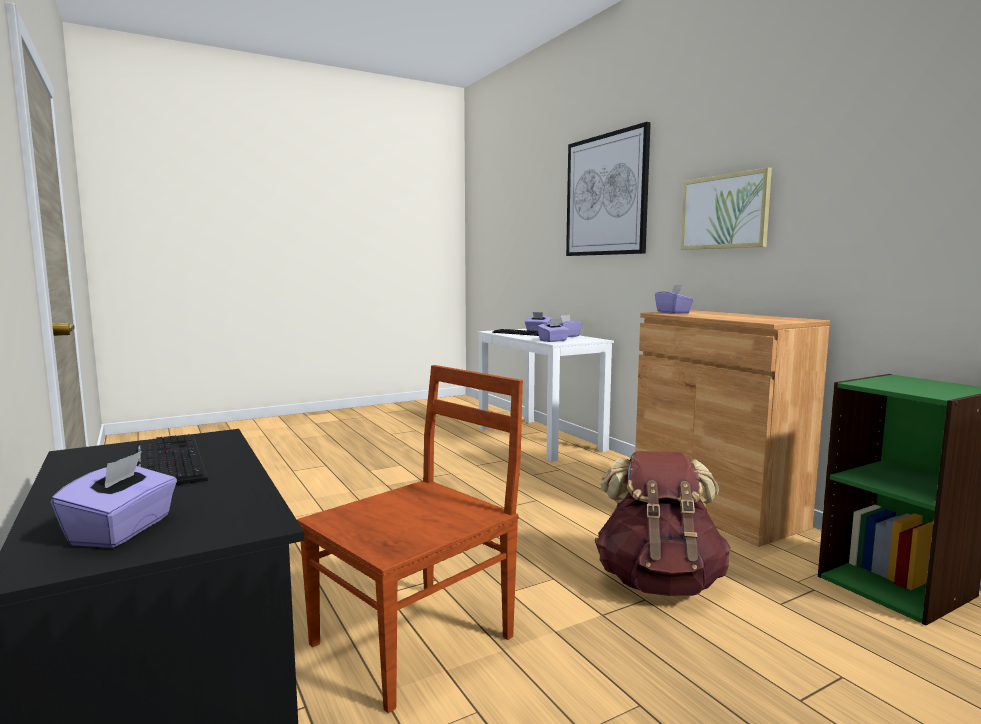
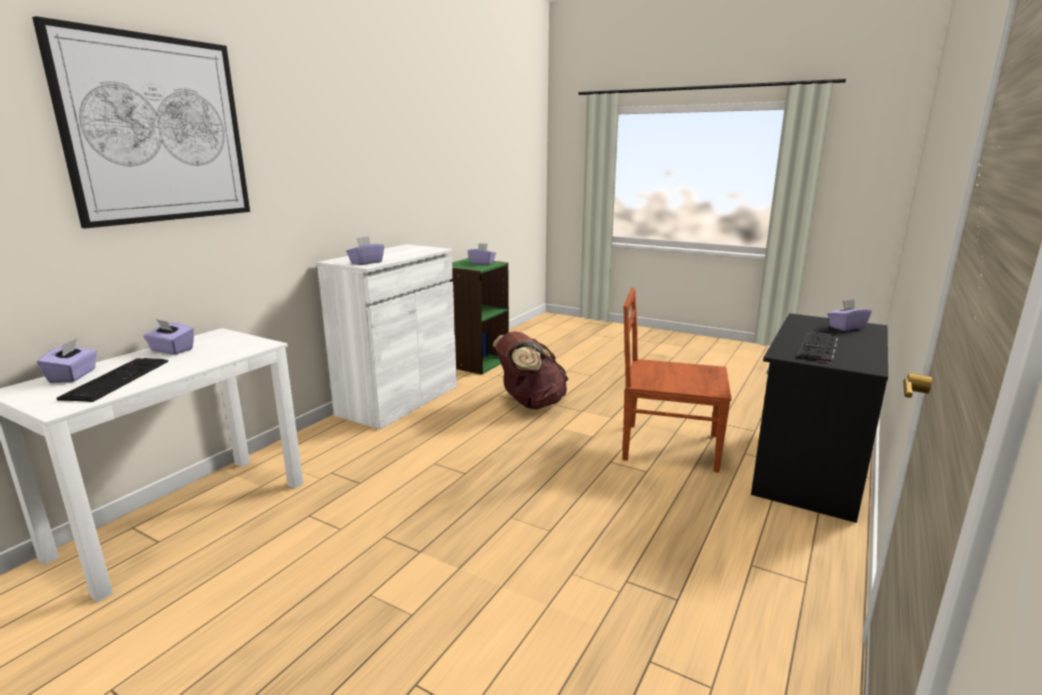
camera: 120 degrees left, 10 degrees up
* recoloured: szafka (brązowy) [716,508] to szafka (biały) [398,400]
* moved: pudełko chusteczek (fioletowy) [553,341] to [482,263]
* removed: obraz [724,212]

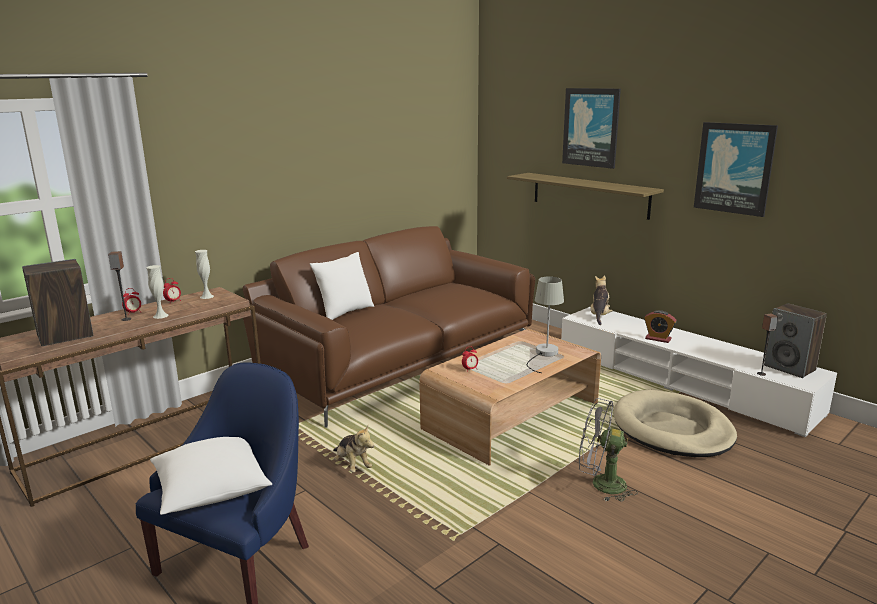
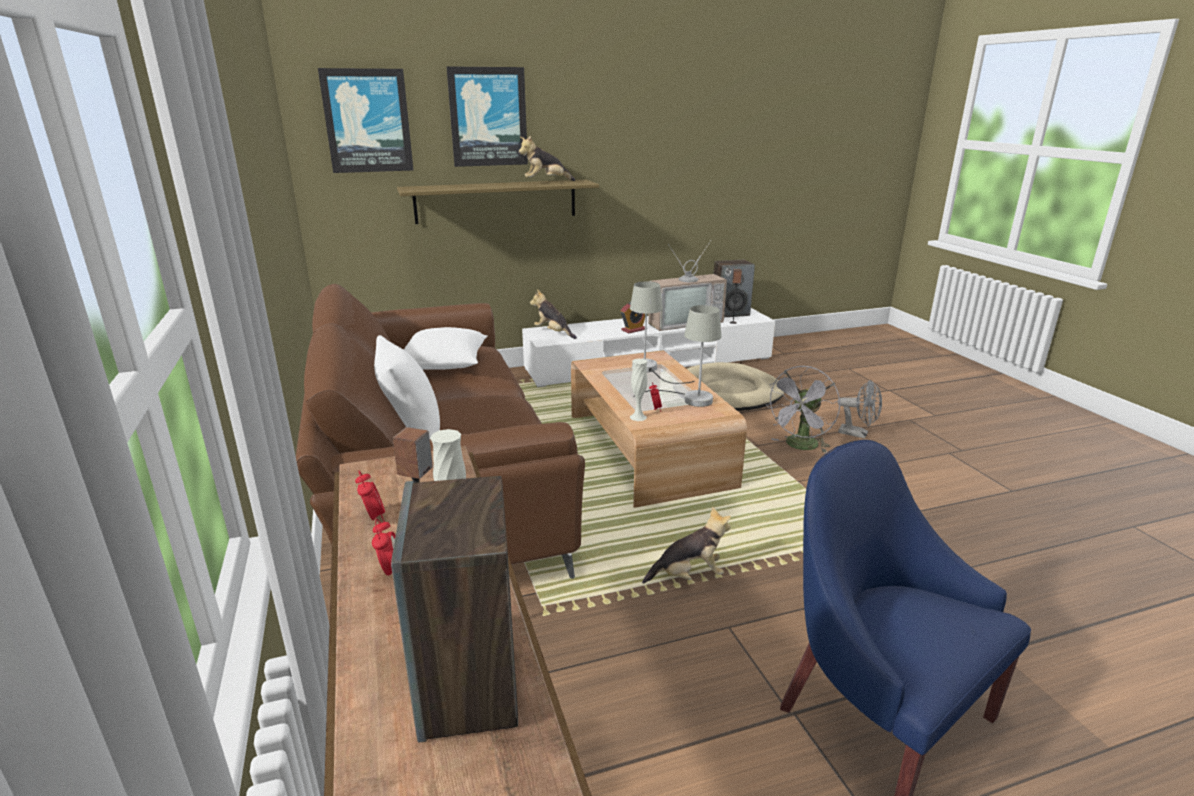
camera: 65 degrees left, 5 degrees up
* moved: obraz [734,168] to [367,121]
* moved: poduszka (biały) [212,491] to [445,365]
* added: pluszak [545,182]
* moved: wazon (biały) [207,296] to [638,417]
* added: lampa stołowa (szary) [689,399]
* added: telewizor [683,321]
* added: wentylator (szary) [858,434]

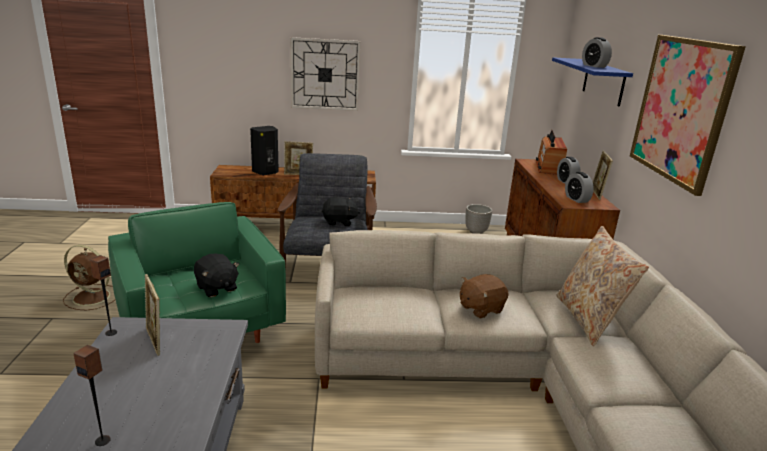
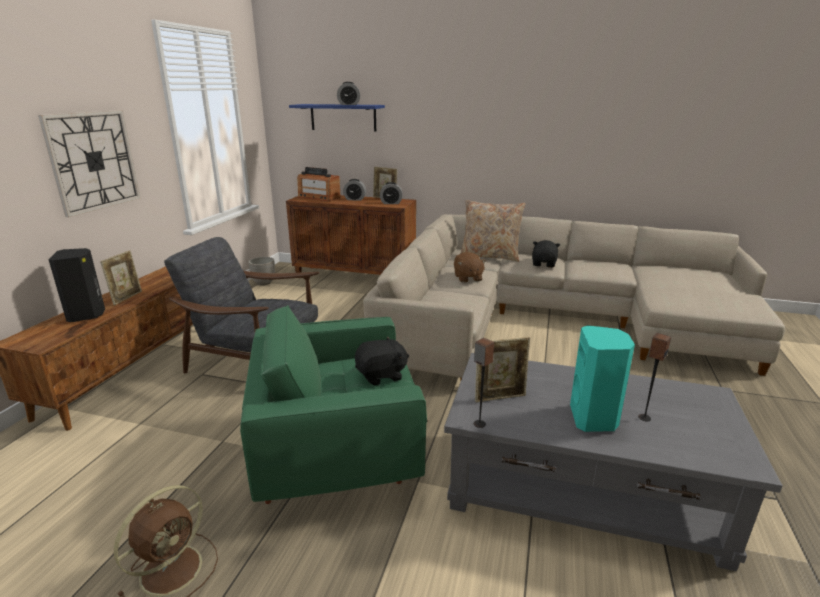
camera: 70 degrees left, 0 degrees up
* moved: pluszak (czarny) [339,222] to [544,264]
* added: głośnik (turkusowy) [594,419]
* removed: obraz [681,110]

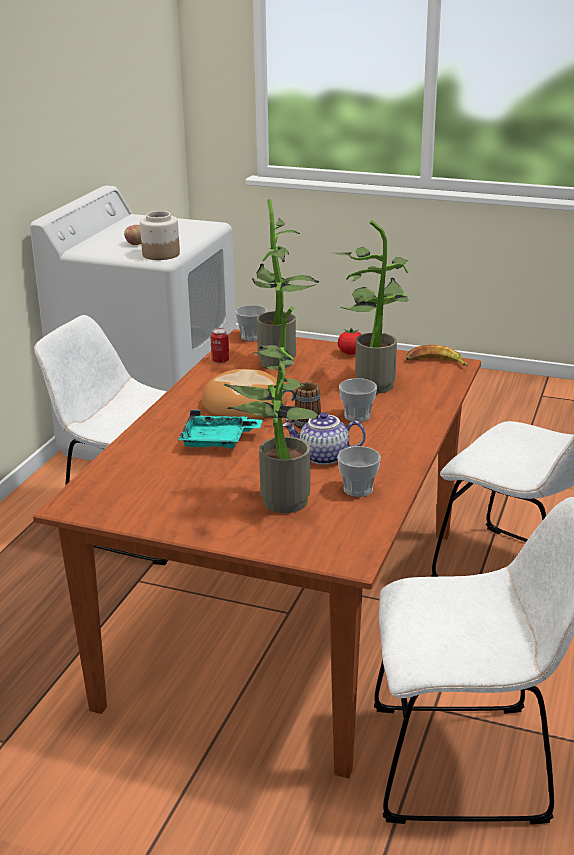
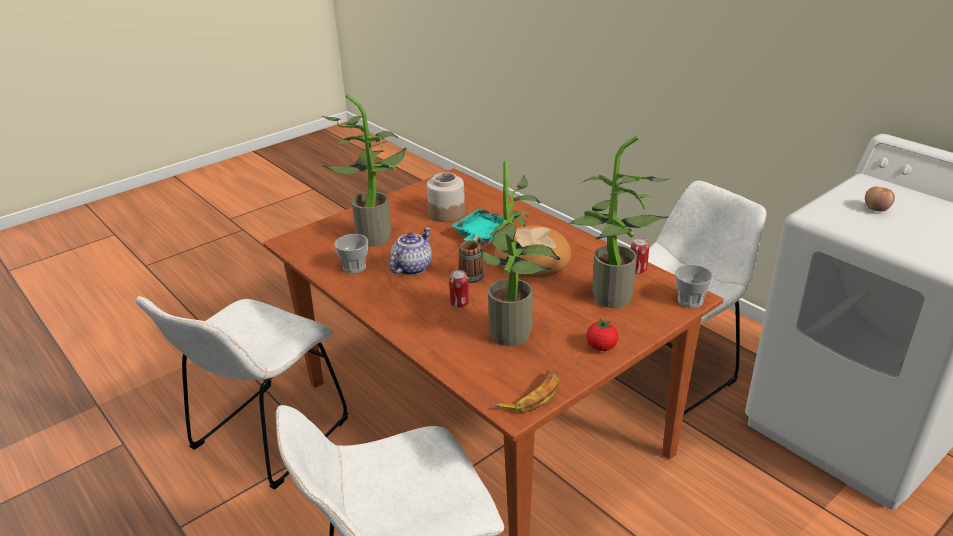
camera: 120 degrees right, 5 degrees up
* moved: słoik [160,254] to [446,213]
* replaced: filiżanka [357,416] to puszka [459,303]

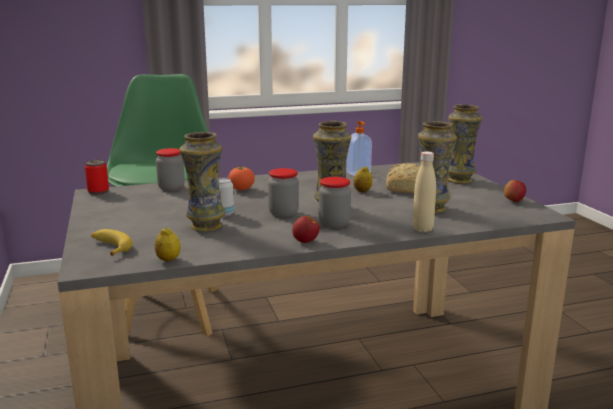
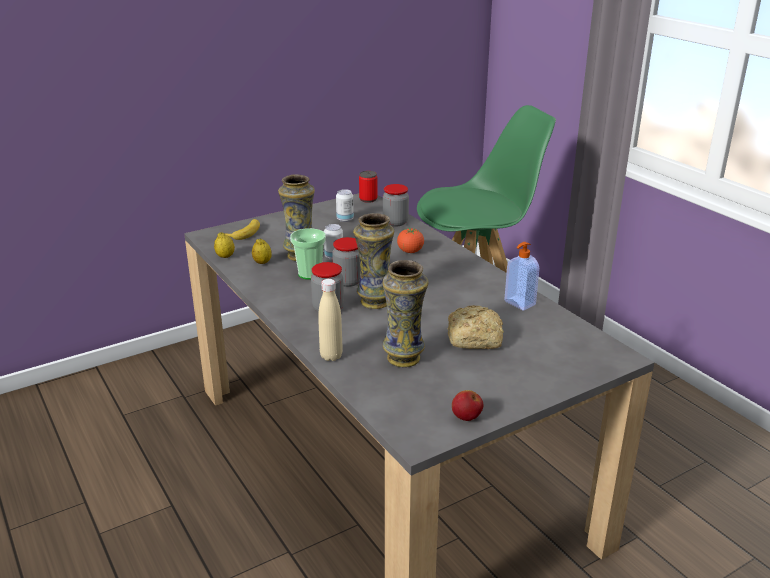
camera: 75 degrees right, 10 degrees up
* moved: cytryna [362,191] to [262,262]
* added: filiżanka [309,274]
* added: puszka [345,219]
* removed: jabłko [305,241]
* removed: wazon [459,180]

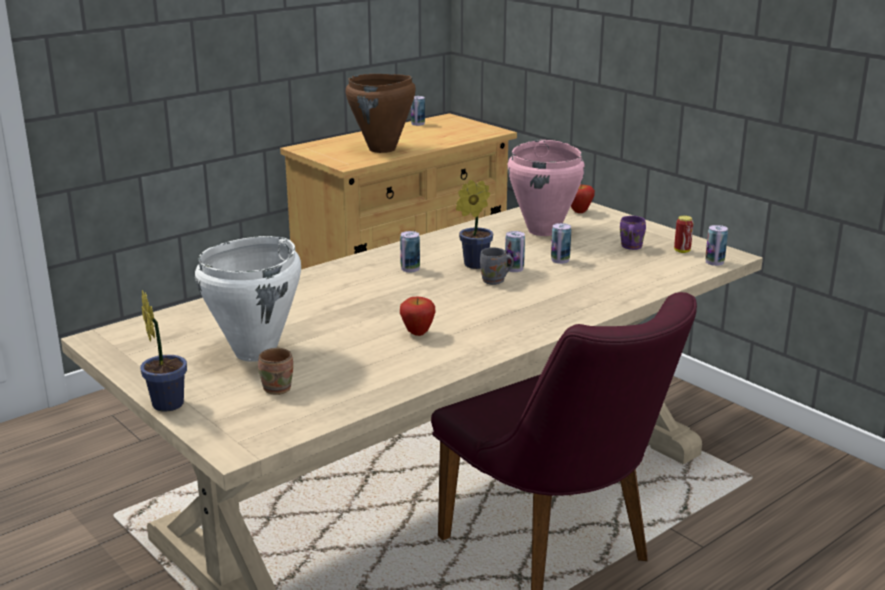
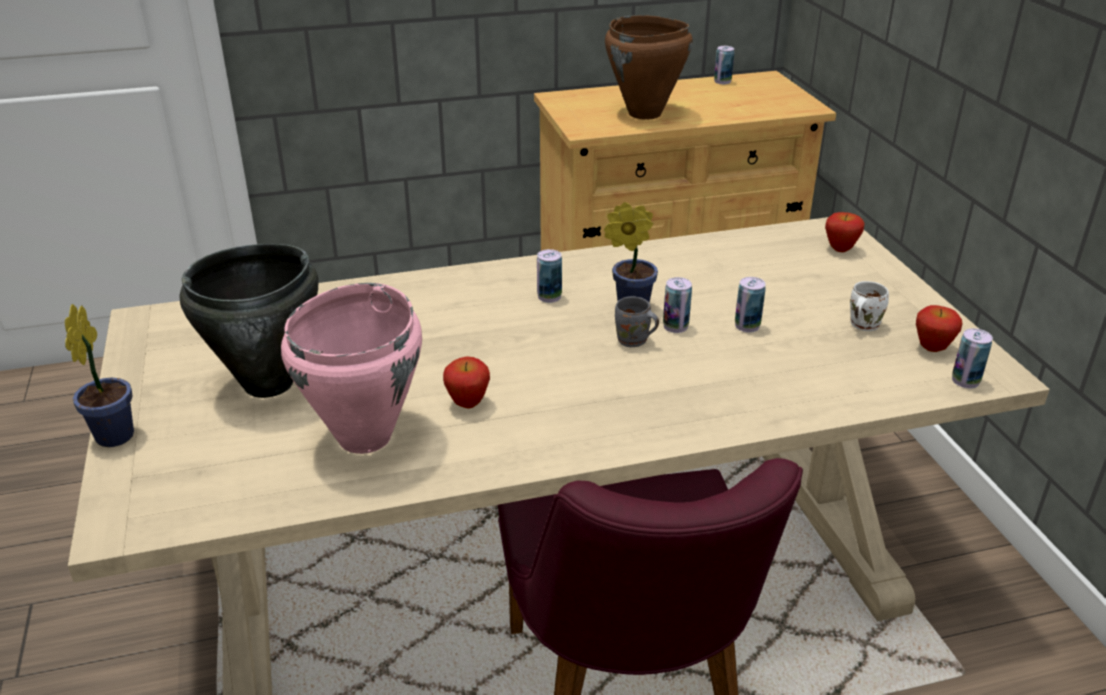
camera: 25 degrees right, 10 degrees up
* recoloured: garnek (biały) [256,352] to garnek (czarny) [269,384]
* moved: garnek (różowy) [544,230] to [366,437]
* recoloured: kubek (fioletowy) [630,247] to kubek (biały) [861,325]
* replaced: puszka [682,251] to jabłko [932,349]
* removed: kubek (brązowy) [279,388]

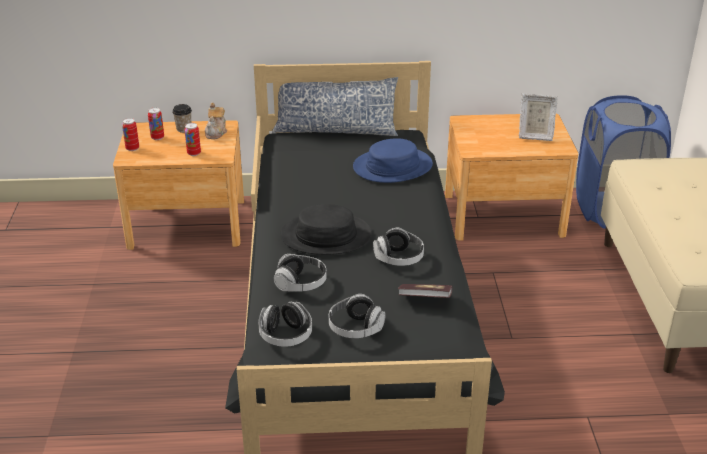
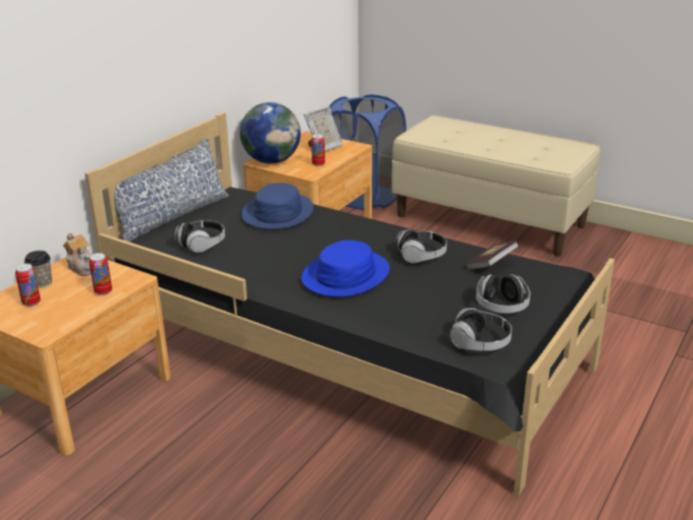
camera: 55 degrees left, 5 degrees down
* moved: słuchawki [301,283] to [202,244]
* added: globus [272,161]
* recoloured: kapelusz (czarny) [326,236] to kapelusz (niebieski) [346,275]
* moved: puszka [132,148] to [318,164]

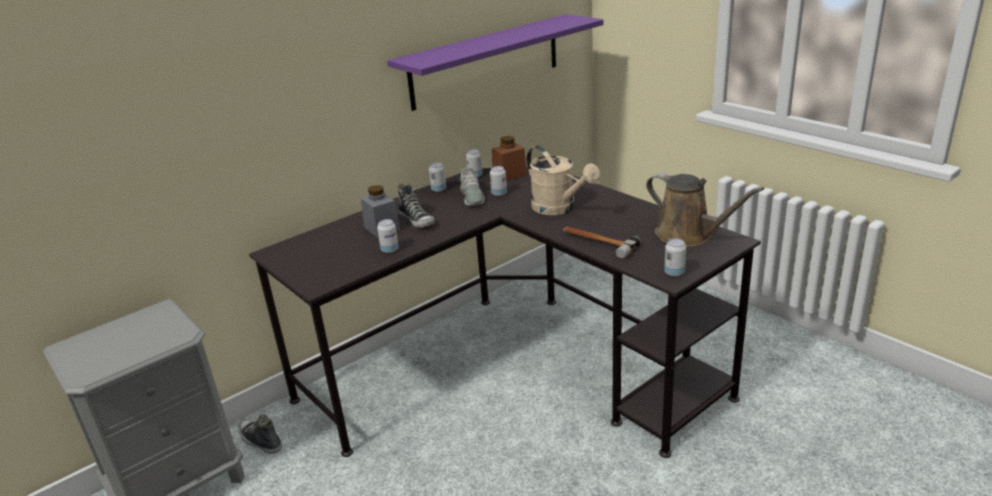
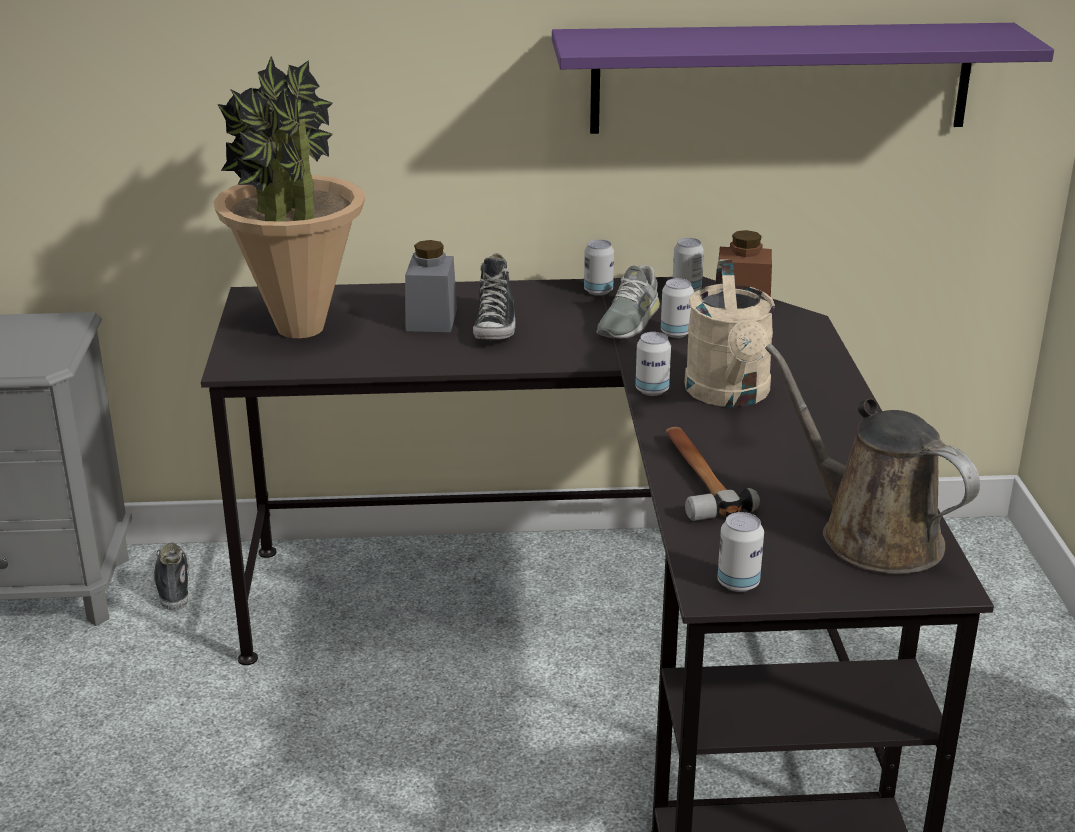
camera: 35 degrees right, 0 degrees up
* added: roślina doniczkowa [300,329]
* moved: puszka [389,250] to [652,390]
* turned: konewka (brązowy) [688,235] = [871,535] 150 degrees clockwise

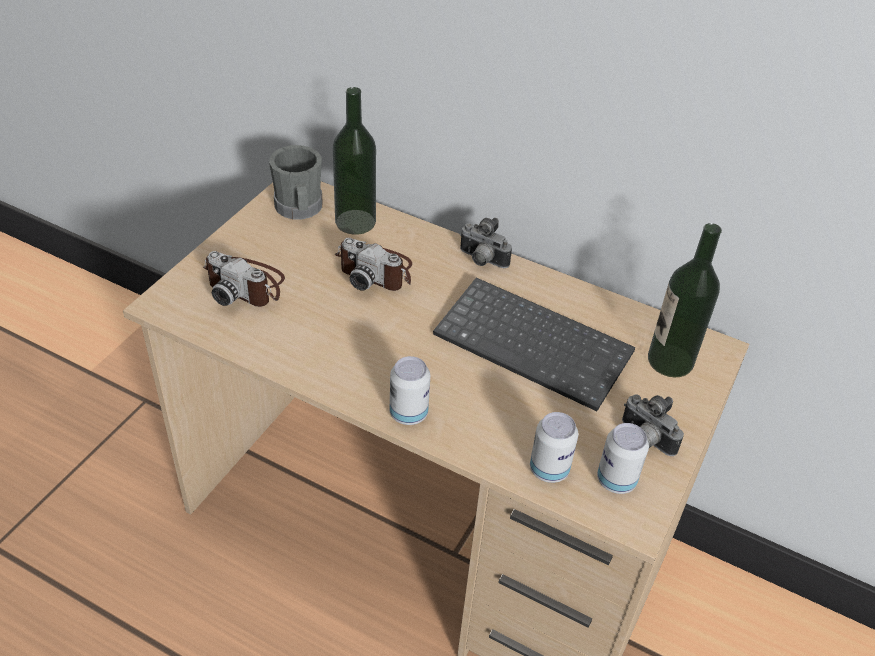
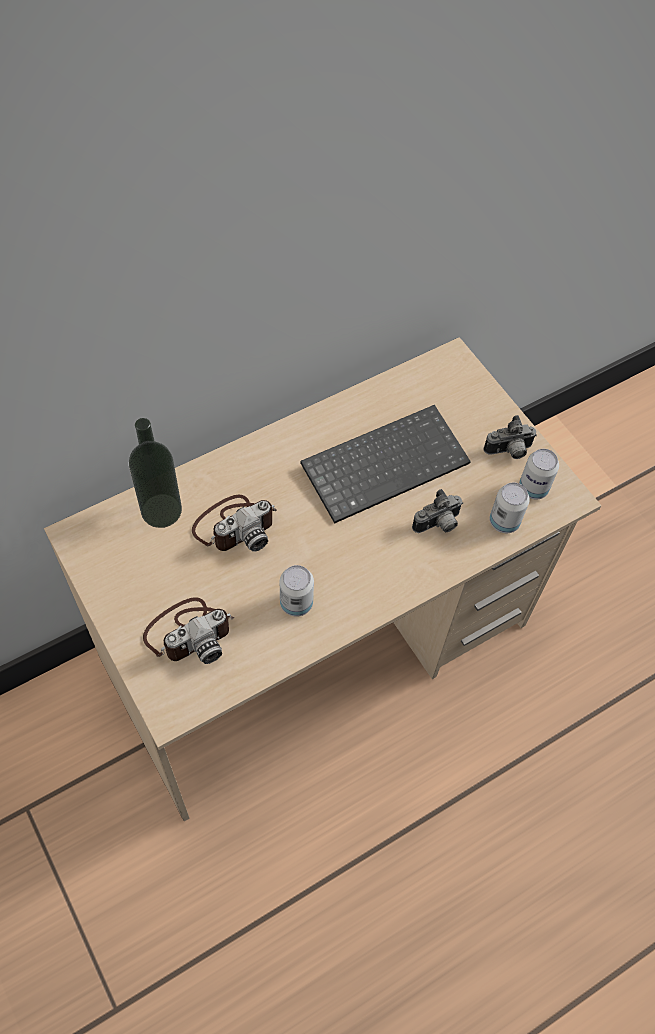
camera: 60 degrees left, 15 degrees up
* moved: puszka [408,413] to [296,603]
* moved: aparat fotograficzny [481,261] to [438,525]
* removed: kubek (szary) [299,209]
* removed: butelka [670,360]

